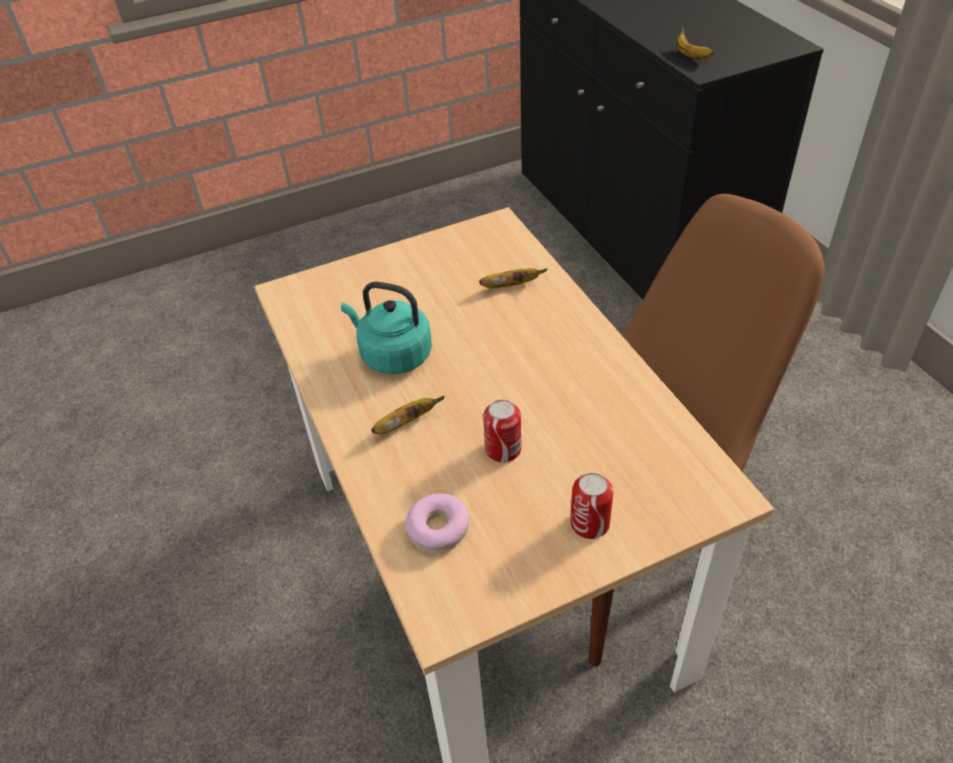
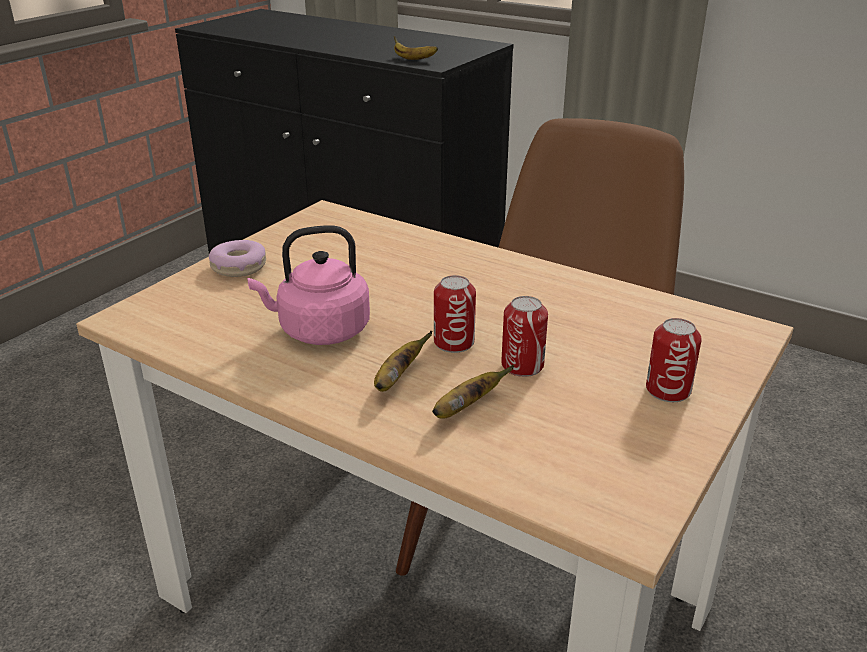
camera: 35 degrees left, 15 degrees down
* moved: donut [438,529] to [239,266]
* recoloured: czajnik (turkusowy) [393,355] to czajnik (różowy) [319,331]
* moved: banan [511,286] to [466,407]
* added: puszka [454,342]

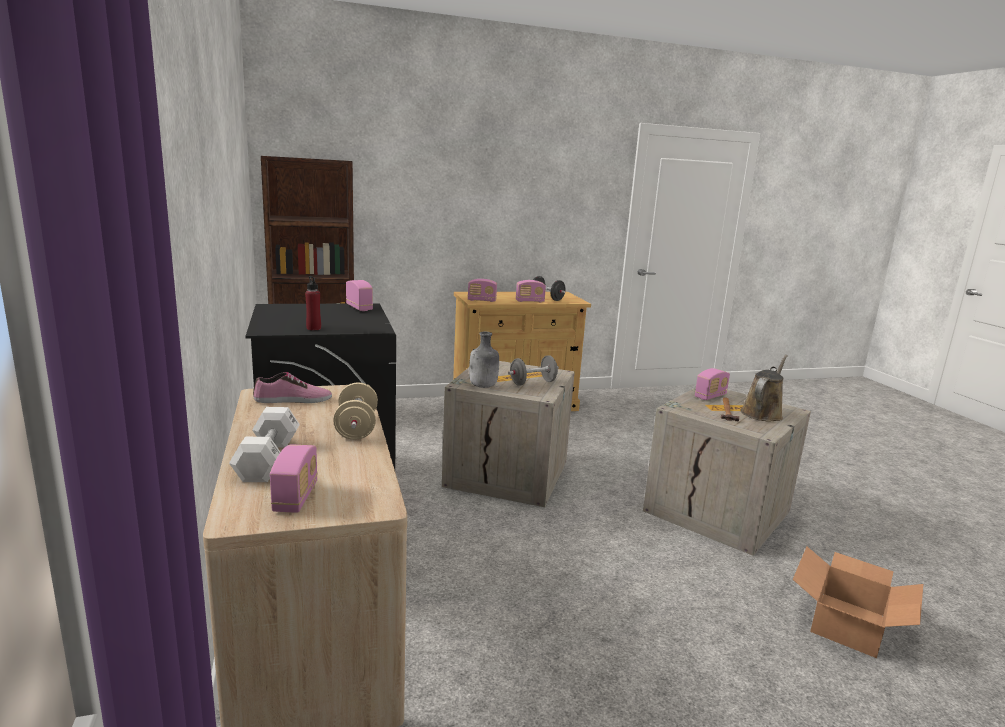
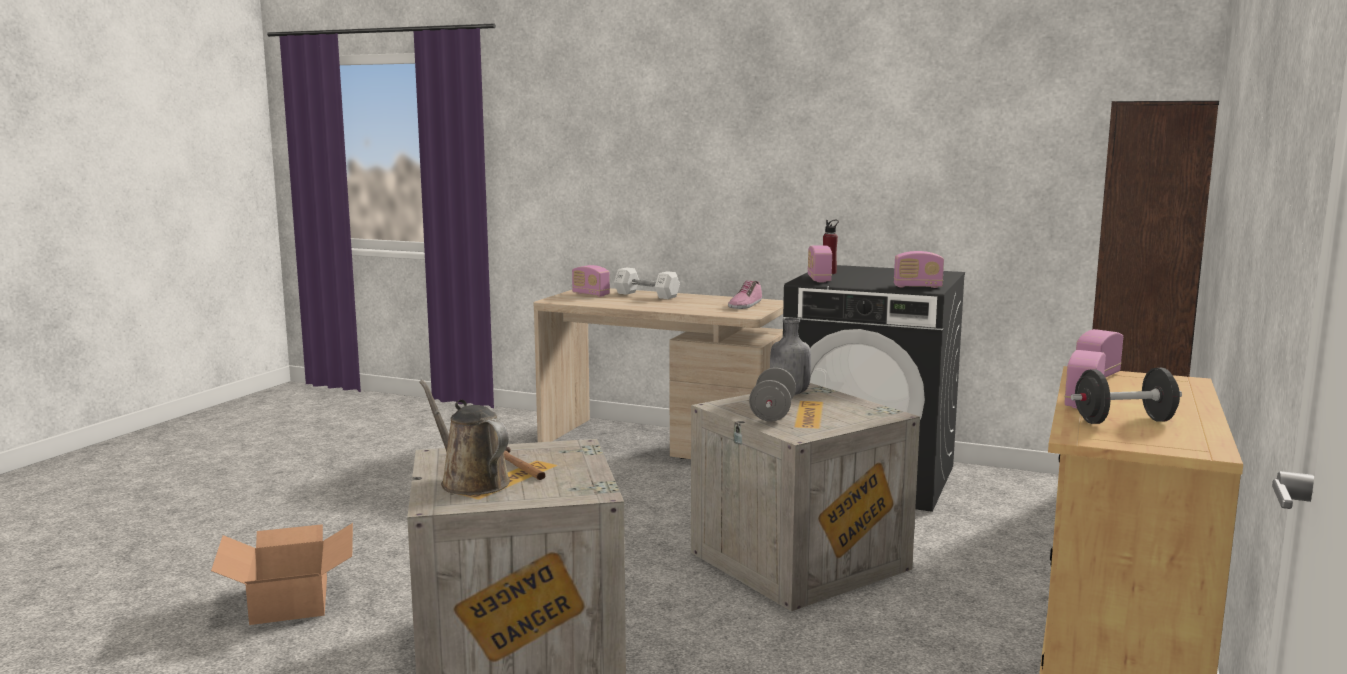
camera: 130 degrees right, 5 degrees down
* turned: konewka (brązowy) [762,413] = [470,481] 150 degrees clockwise
* moved: radio [710,396] to [819,279]
* removed: hantel (beżowy) [356,428]

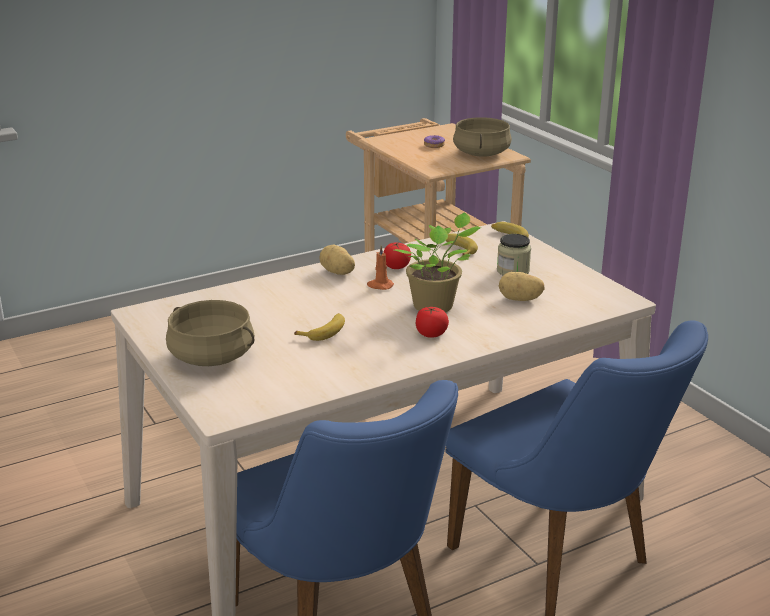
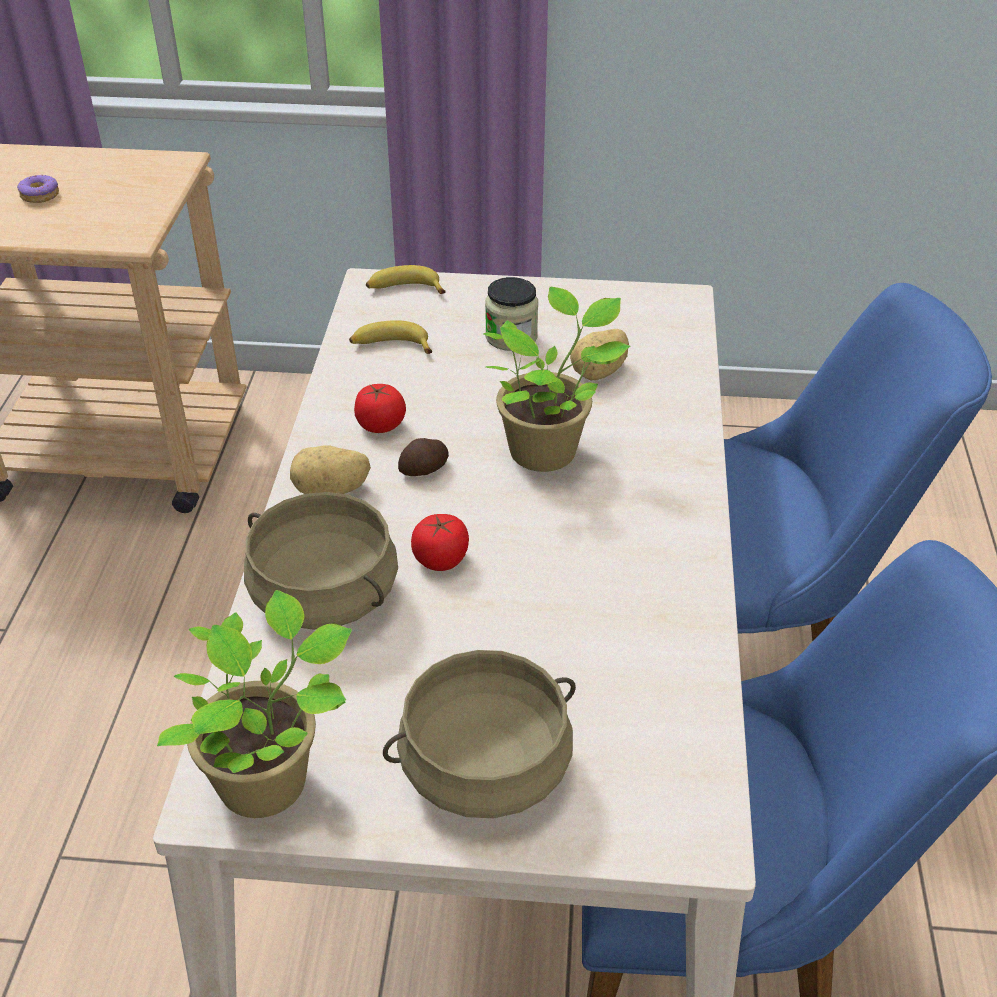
camera: 55 degrees left, 15 degrees up
* added: roślina doniczkowa [270,781]
* moved: garnek (beżowy) [481,153] to [323,595]
* replaced: świeca (pomarańczowy) [380,285] to ziemniak [425,470]
* moved: pomidor [431,334] to [441,559]
* removed: banan [324,331]

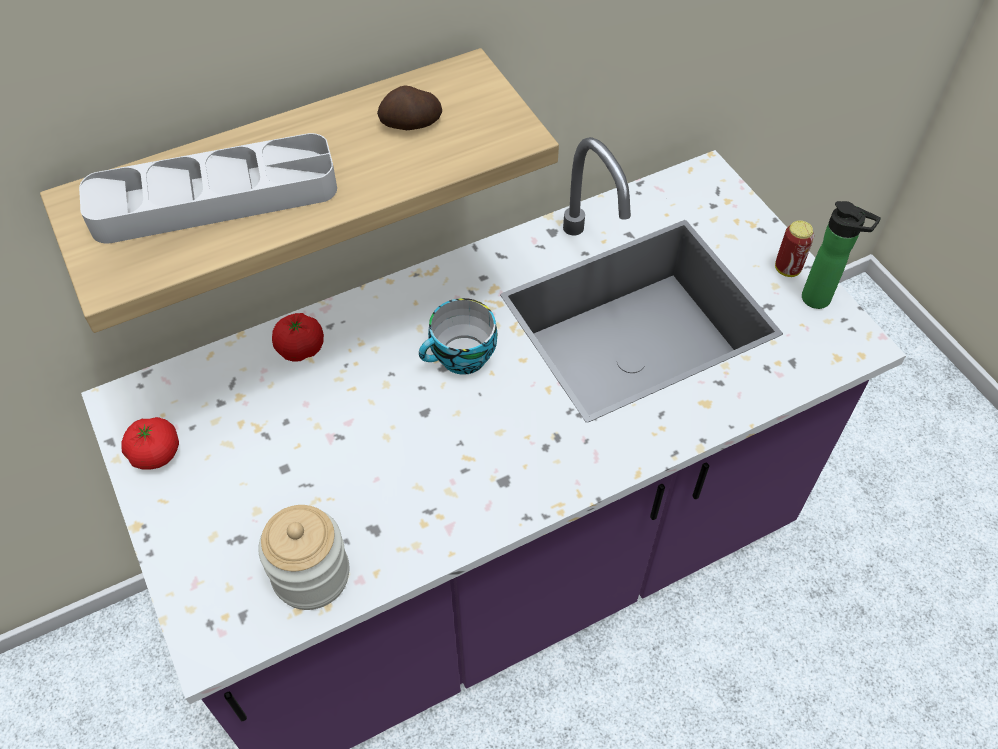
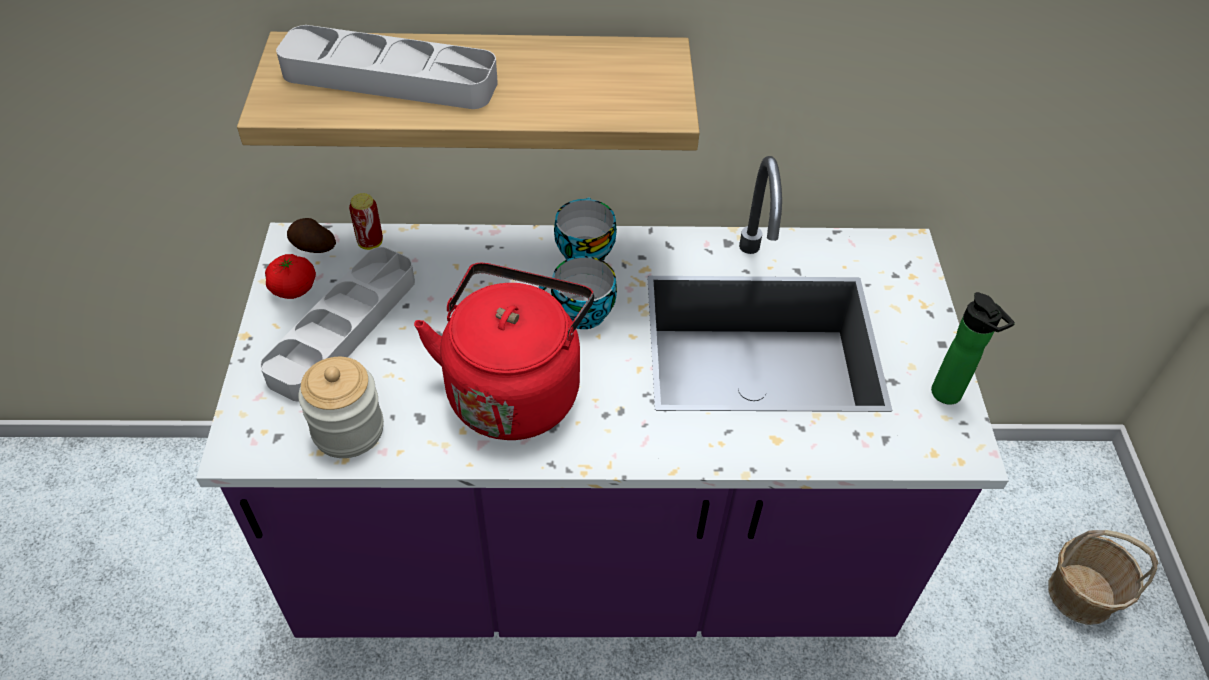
camera: 25 degrees right, 5 degrees down
* added: taca (szary) [343,328]
* moved: ziemniak [411,124] to [312,247]
* moved: puszka [787,269] to [370,242]
* added: czajnik (czerwony) [515,388]
* added: filiżanka [583,251]
* added: koszyk [1080,594]
* removed: pomidor [300,348]

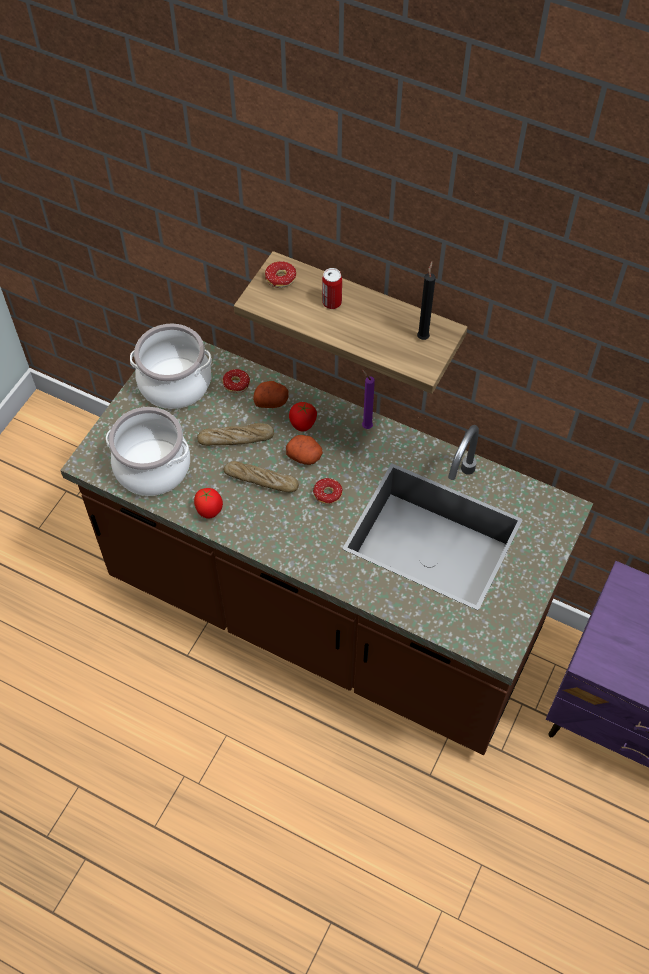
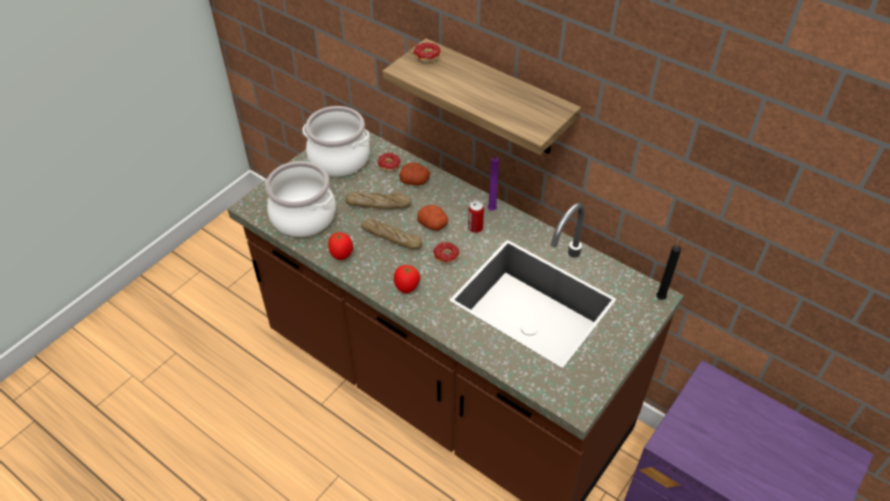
camera: 10 degrees right, 10 degrees down
* moved: pomidor [303,425] to [407,288]
* moved: puszka [332,302] to [475,228]
* moved: świeca (czarny) [423,336] to [661,297]

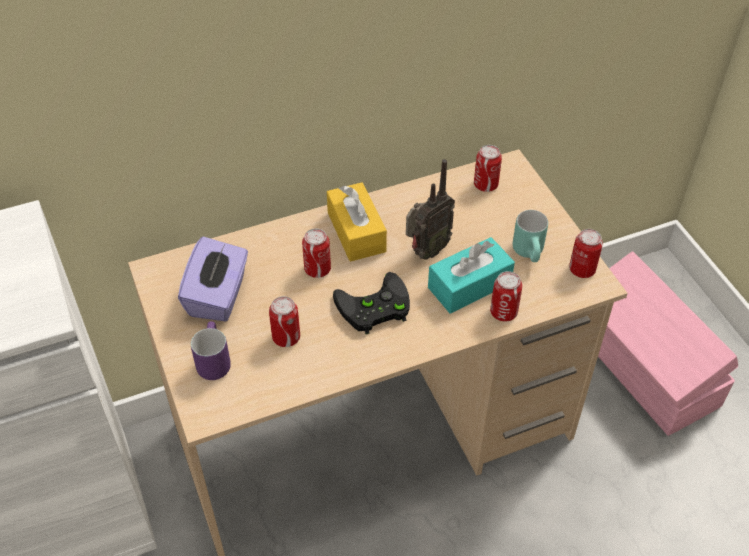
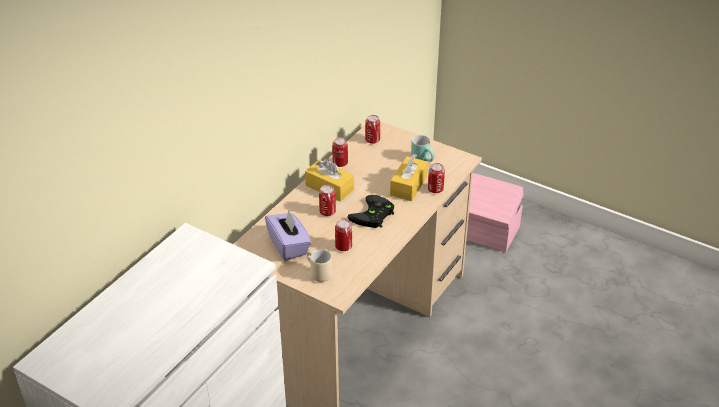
camera: 35 degrees left, 10 degrees down
* recoloured: kubek (fioletowy) [211,361] to kubek (beżowy) [317,274]
* moved: puszka [582,269] to [340,163]
* recoloured: pudełko chusteczek (turkusowy) [469,285] to pudełko chusteczek (żółty) [408,186]
* removed: radio [426,251]

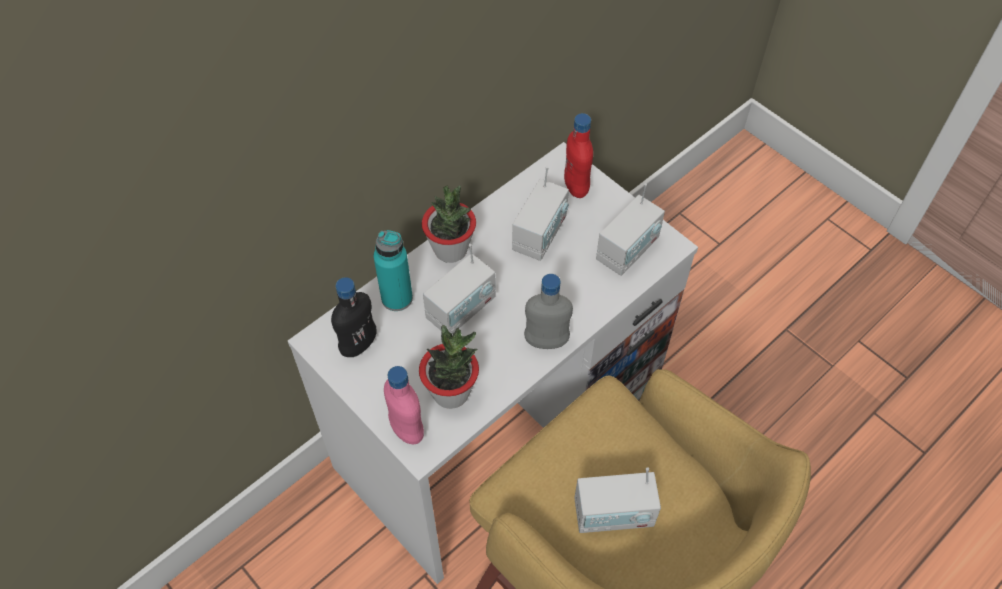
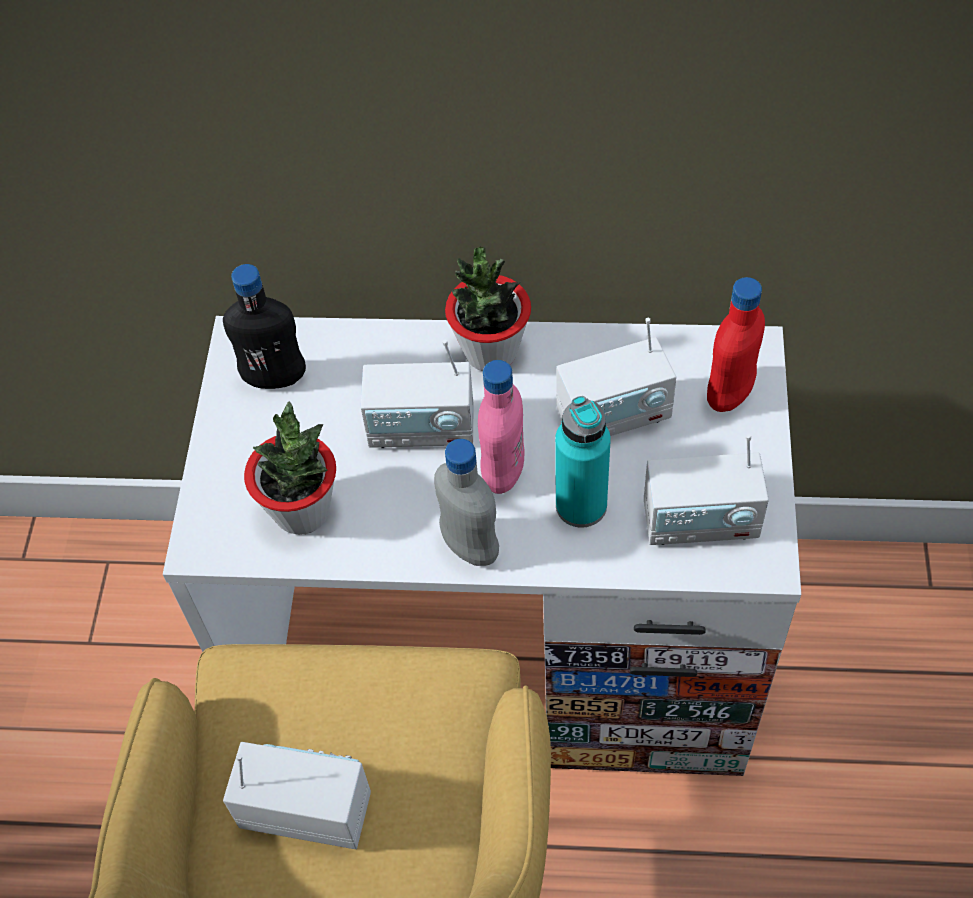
camera: 50 degrees right, 0 degrees up
* turned: radio [614,514] = [306,810] 150 degrees clockwise
* moved: butelka (różowy) [407,429] to [503,471]
* moved: butelka (turkusowy) [397,298] to [581,505]

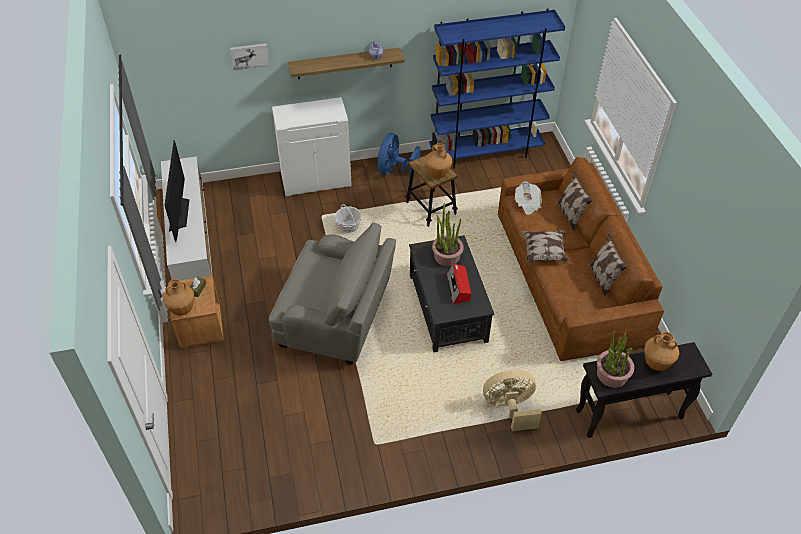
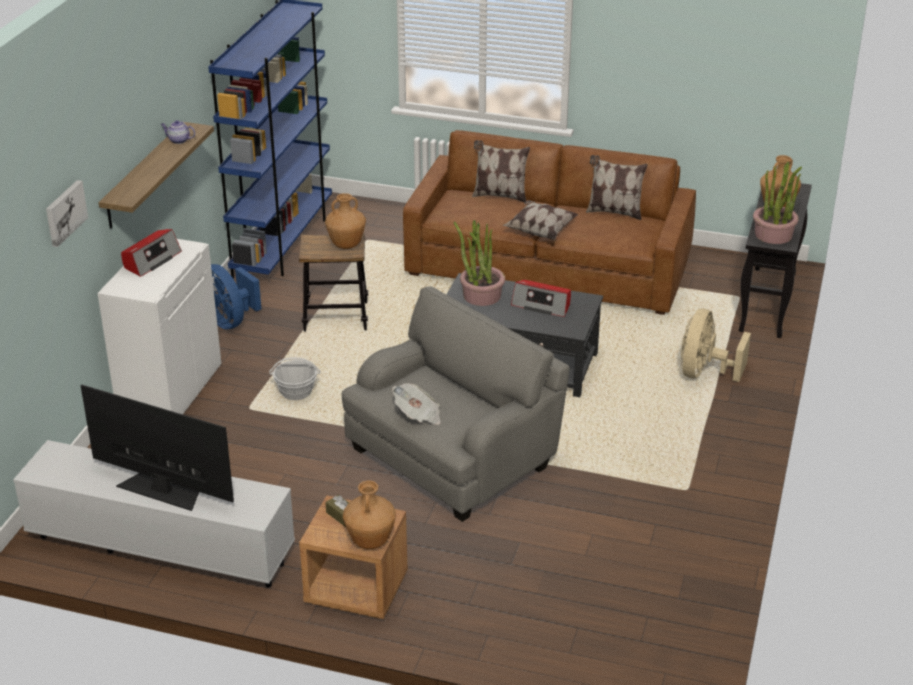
camera: 60 degrees left, 15 degrees down
* added: radio [151,260]
* moved: gazeta [527,204] to [418,415]

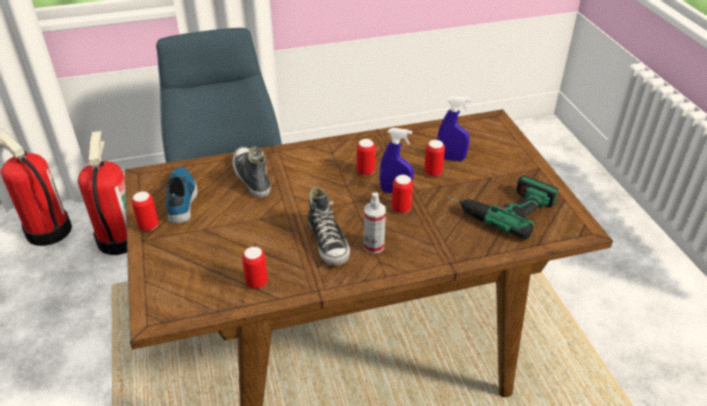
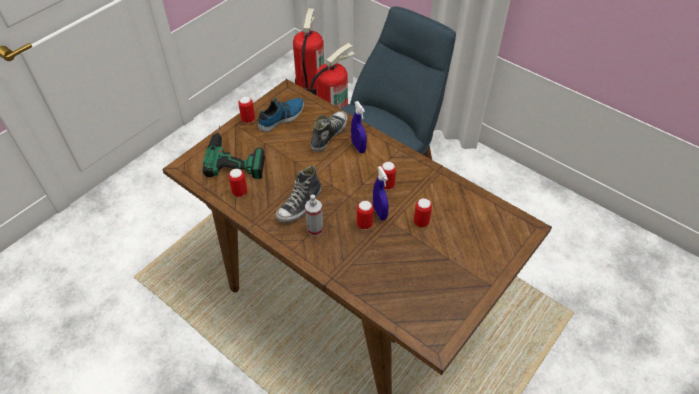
camera: 55 degrees right, 10 degrees up
* moved: wiertarka [499,205] to [236,154]
* moved: spryskiwacz (niebieski) [451,158] to [358,147]

